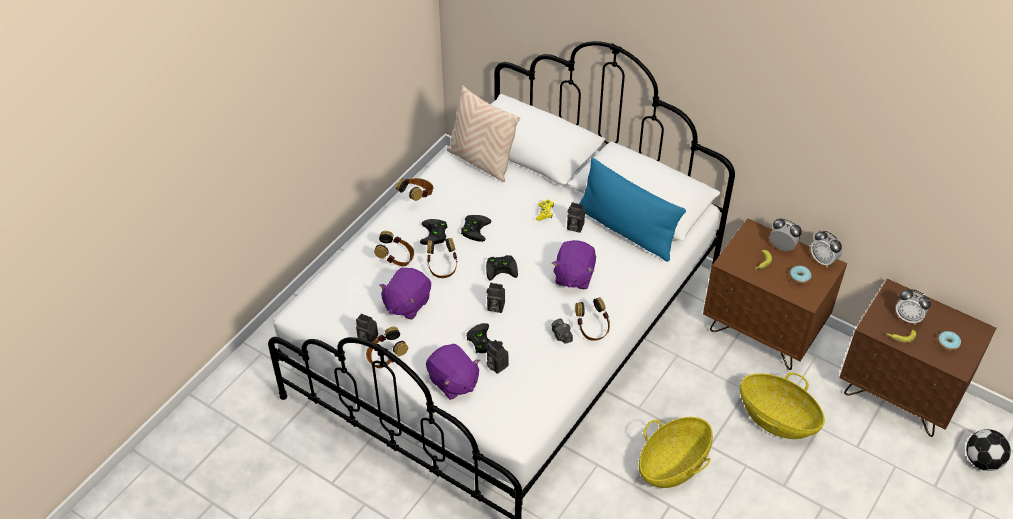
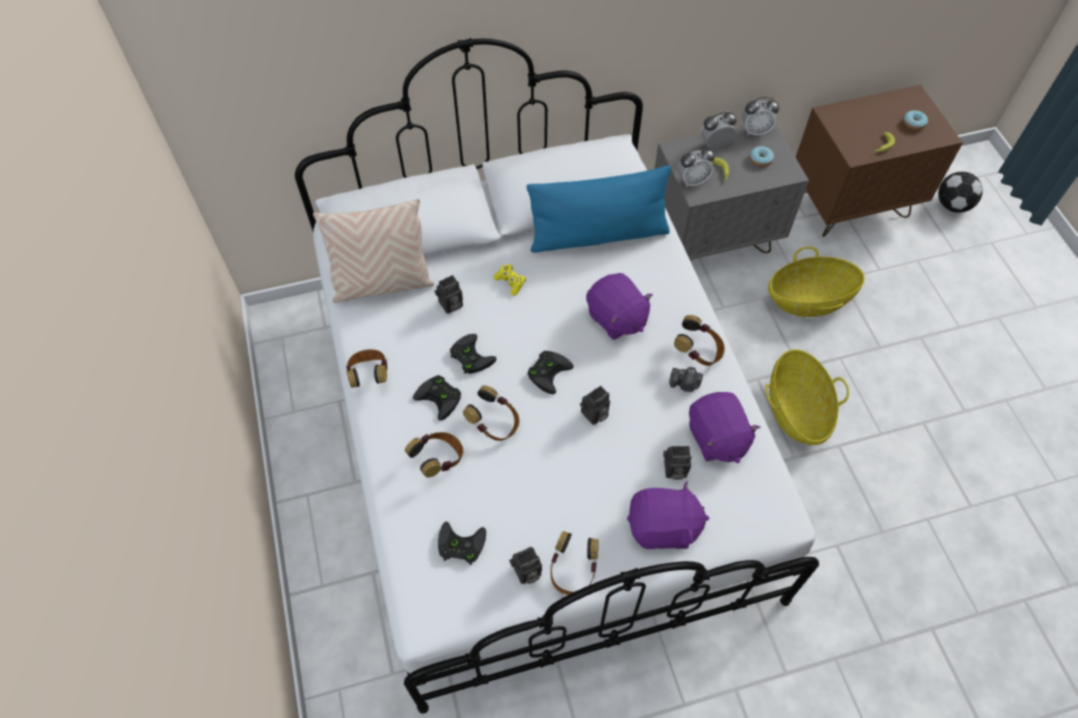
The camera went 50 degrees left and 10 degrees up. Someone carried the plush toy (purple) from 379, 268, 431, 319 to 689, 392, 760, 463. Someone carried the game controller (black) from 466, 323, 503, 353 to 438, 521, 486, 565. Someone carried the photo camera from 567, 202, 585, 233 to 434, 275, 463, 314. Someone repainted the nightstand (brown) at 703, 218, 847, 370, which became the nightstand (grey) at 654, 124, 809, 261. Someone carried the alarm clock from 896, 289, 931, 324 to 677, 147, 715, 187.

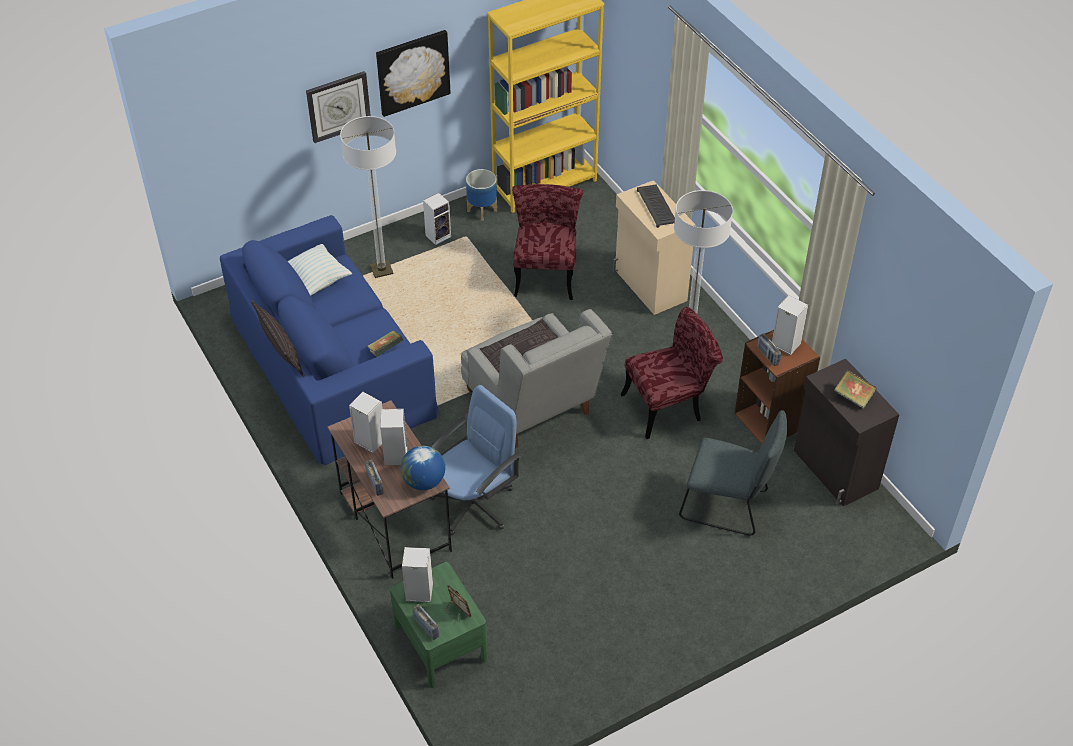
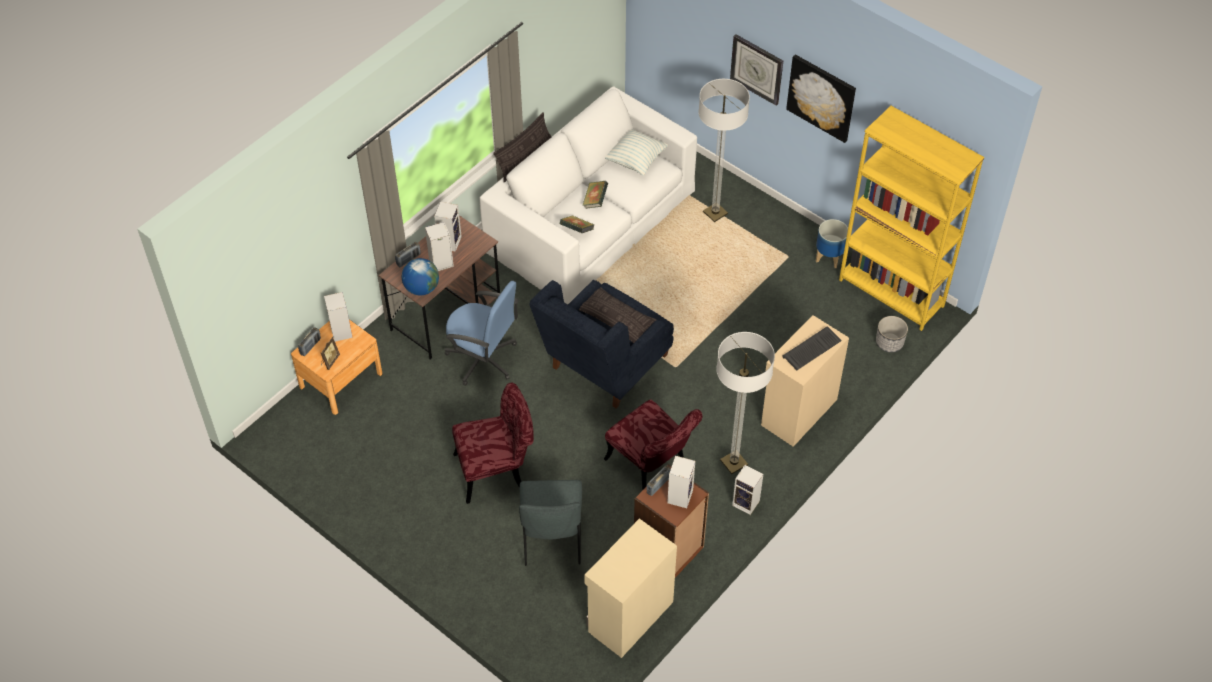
The camera went 70 degrees right and 5 degrees up. Someone repainted the sofa (blue) at 220, 215, 439, 466, which became the sofa (white) at 480, 86, 697, 304. Someone repainted the nightstand (green) at 390, 562, 488, 688, which became the nightstand (brown) at 291, 319, 383, 415. Someone carried the speaker from 423, 193, 451, 245 to 732, 465, 763, 515. Someone repainted the armchair (grey) at 461, 309, 612, 448, which became the armchair (blue) at 529, 280, 674, 408. Someone carried the chair (red) from 512, 184, 584, 300 to 452, 383, 534, 504. Someone repainted the cabinet (black) at 794, 359, 900, 506, which became the cabinet (beige) at 584, 518, 677, 658. Someone carried the book from 834, 370, 877, 409 to 583, 181, 608, 209. Someone put down the planter at 876, 316, 908, 352.

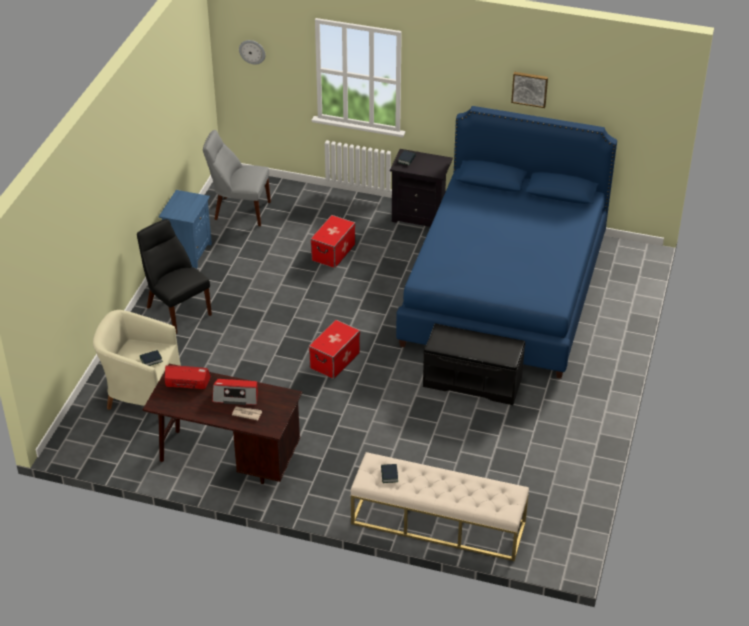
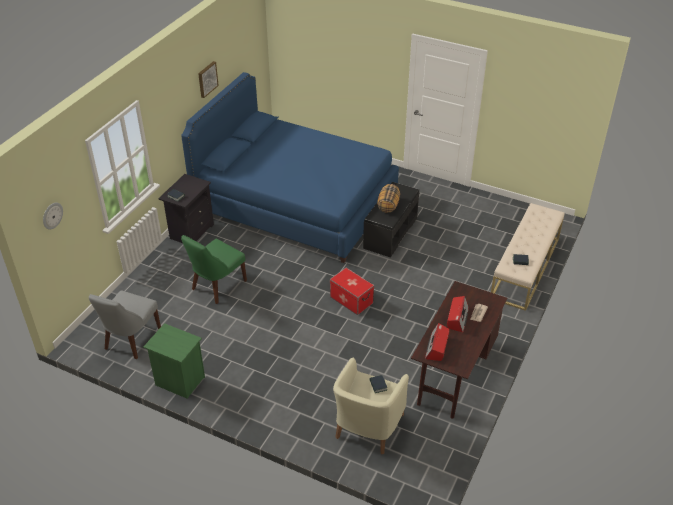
The camera went 80 degrees left and 0 degrees up. Someone took away the chair (black) at 137, 219, 212, 334. Someone repainted the nightstand (blue) at 159, 190, 212, 269, which became the nightstand (green) at 143, 323, 205, 398. Someone swapped the storage box at 310, 215, 355, 268 for the chair (green) at 181, 235, 247, 304. Someone put down the pillow at 377, 184, 400, 213.

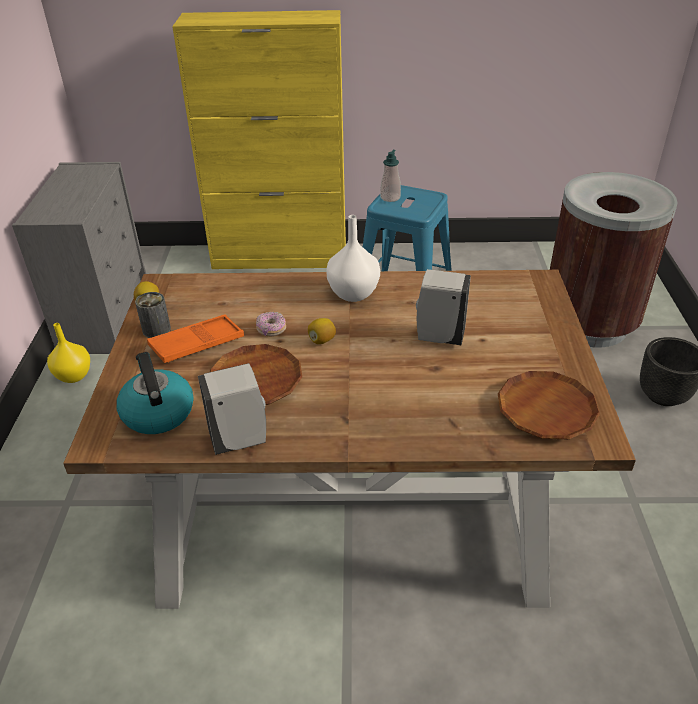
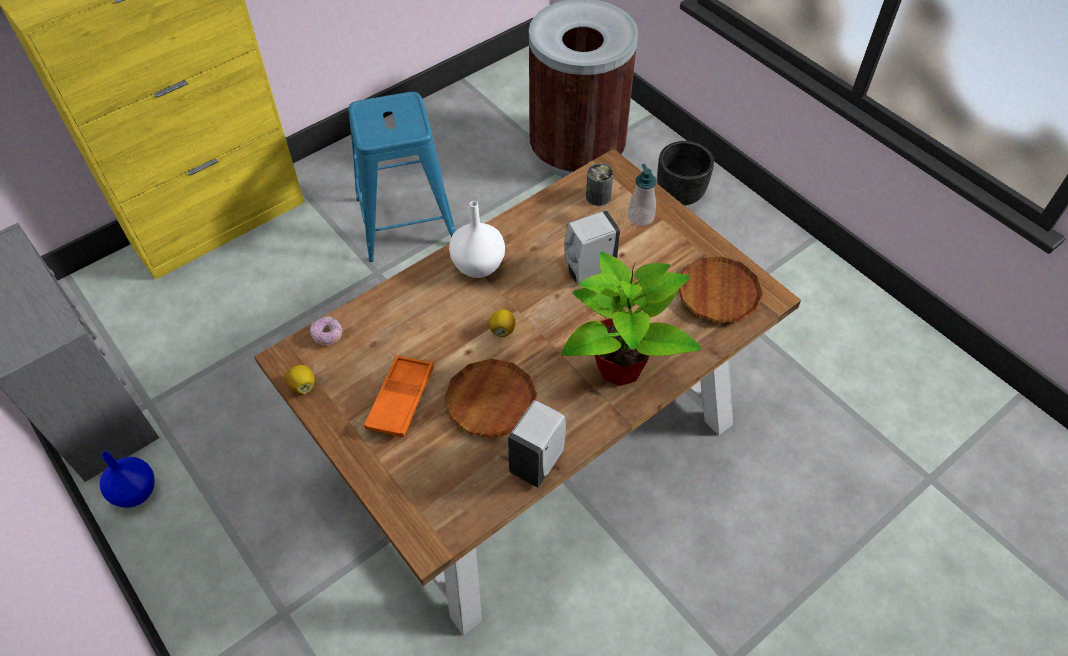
The camera went 40 degrees left and 15 degrees up. Someone repainted the vase (yellow) at 47, 323, 90, 383, which became the vase (blue) at 99, 451, 155, 508. Someone took away the kettle at 116, 352, 194, 434. Someone carried the can from 135, 292, 171, 338 to 586, 163, 613, 206. Someone carried the donut from 256, 312, 286, 336 to 310, 316, 342, 346. Someone carried the soap dispenser from 380, 150, 401, 202 to 628, 164, 657, 226. Someone put down the potted plant at 561, 252, 702, 386.

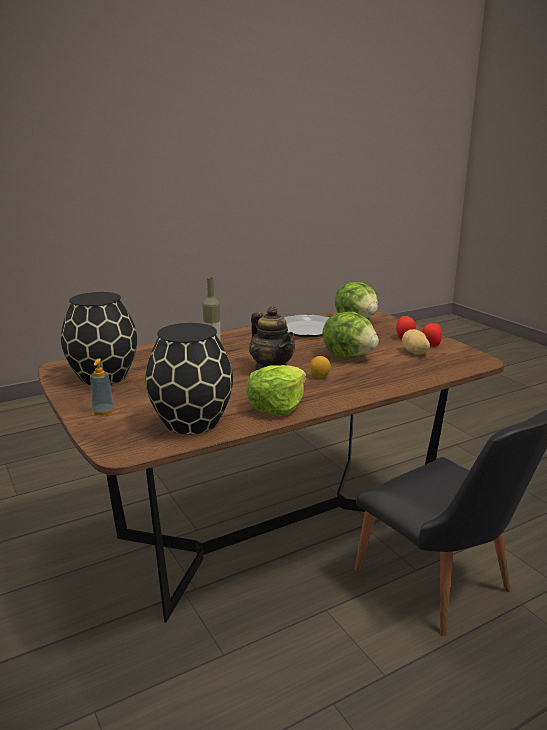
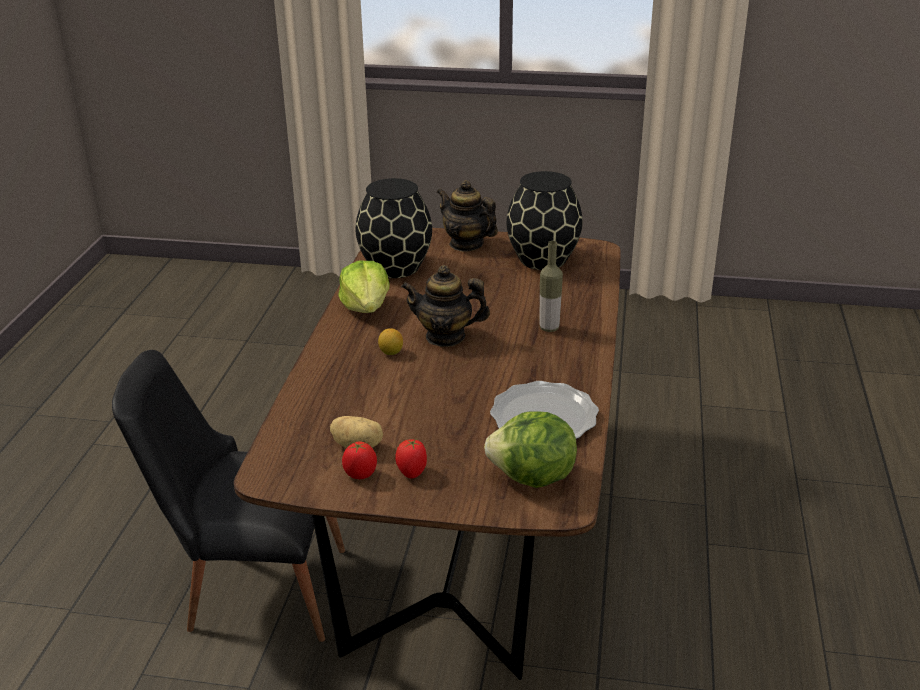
The camera went 130 degrees right and 10 degrees up. Someone swapped the soap dispenser at 90, 358, 114, 415 for the teapot at 437, 180, 498, 252. Someone took away the lettuce at 322, 312, 379, 358.

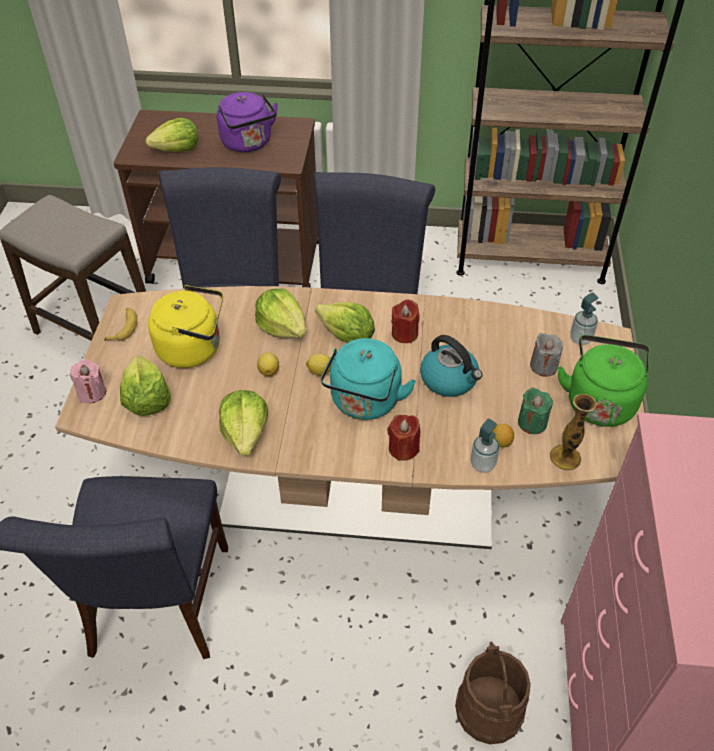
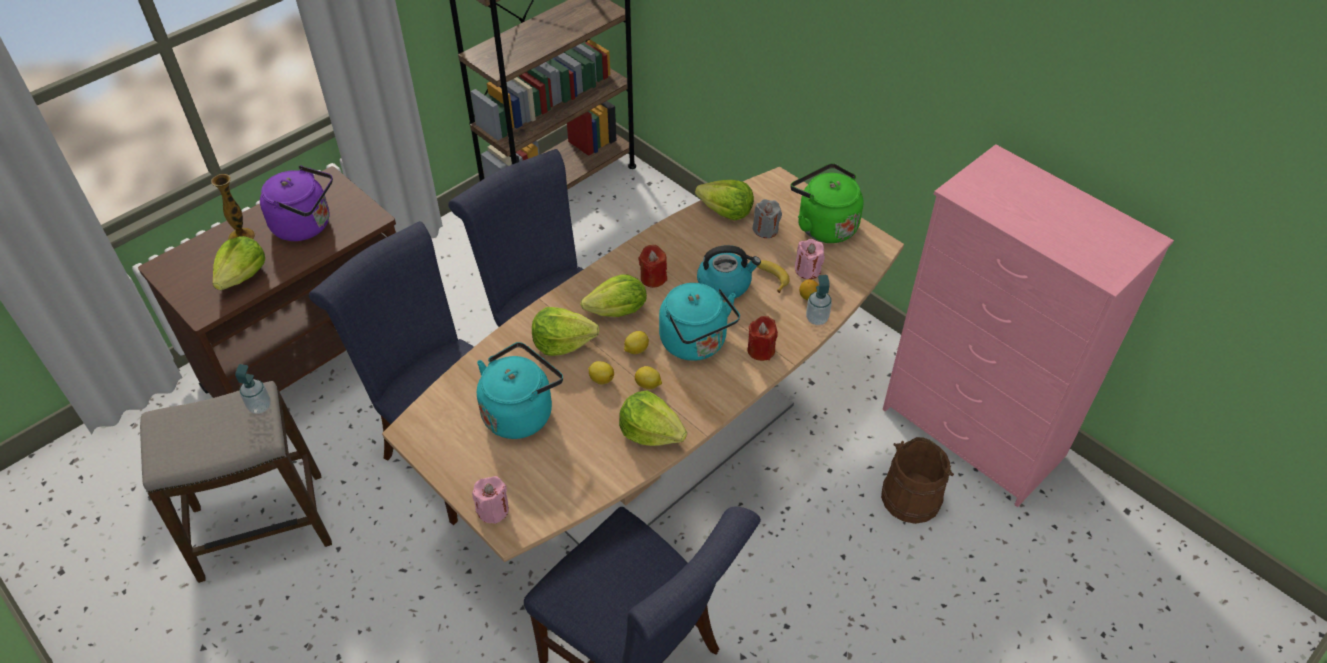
The camera went 50 degrees left and 0 degrees up. Someone carried the banana from 104, 308, 137, 341 to 757, 260, 790, 293. Someone carried the lettuce from 120, 356, 171, 416 to 695, 180, 754, 221. Someone repainted the kettle (yellow) at 148, 285, 223, 368, which became the kettle (turquoise) at 477, 342, 563, 439. Someone repainted the candle (green) at 518, 388, 553, 434, which became the candle (pink) at 795, 239, 825, 279. Someone carried the vase from 550, 394, 597, 471 to 211, 174, 255, 240. Someone carried the soap dispenser from 570, 292, 598, 345 to 235, 364, 271, 414. Someone put down the lemon at 635, 366, 662, 389.

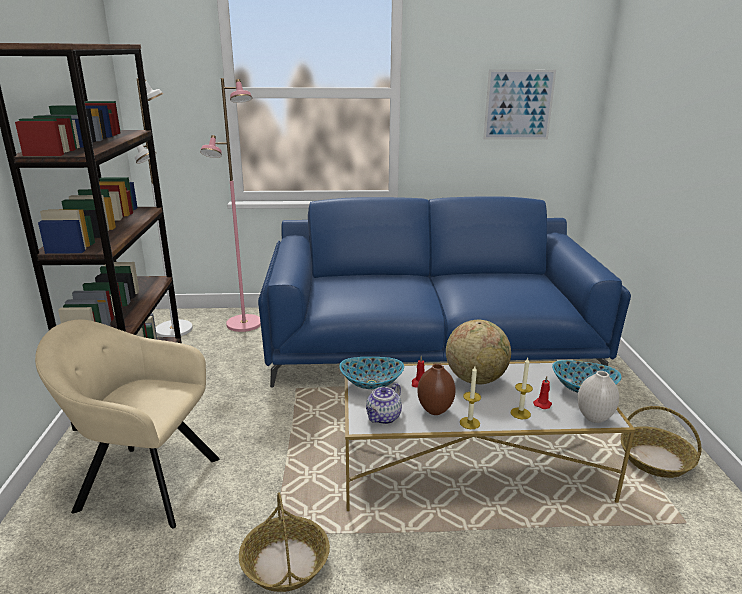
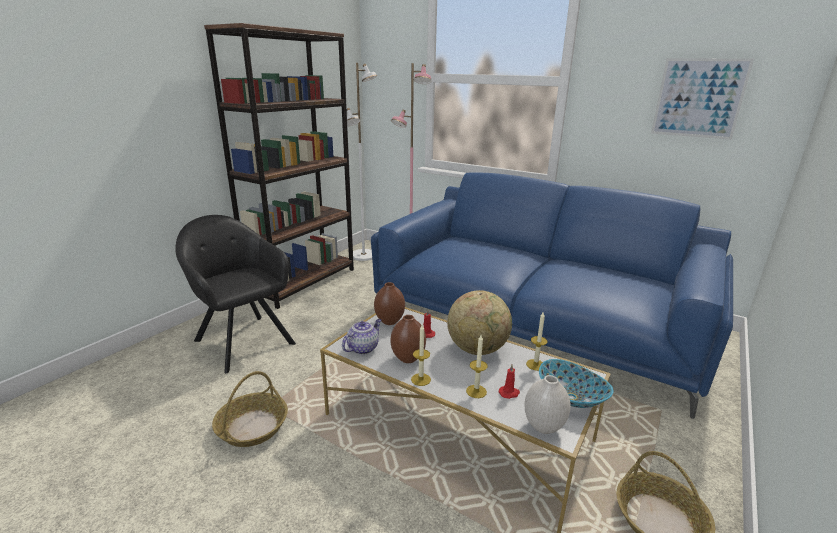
The camera went 35 degrees right and 0 degrees up. Someone repainted the armchair (beige) at 35, 319, 220, 528, which became the armchair (black) at 175, 215, 296, 373. Someone swapped the bowl at 339, 357, 404, 389 for the vase (brown) at 374, 282, 405, 325. Someone rotated the teapot at 366, 383, 402, 424 by 150 degrees clockwise. Someone put down the candle at 526, 312, 548, 371.

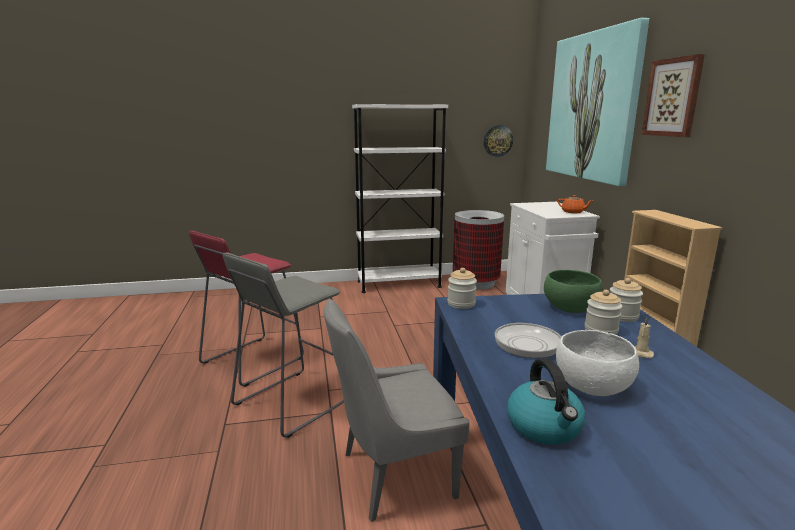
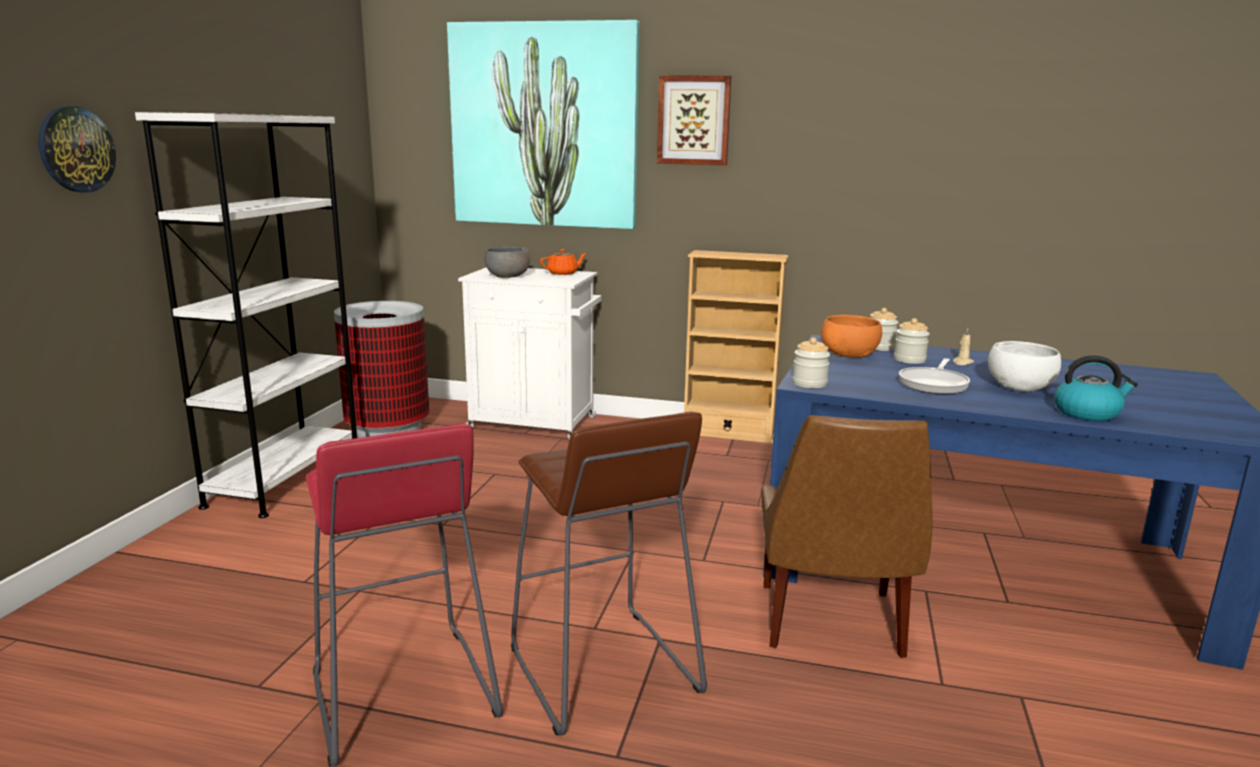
The camera went 65 degrees left and 0 degrees up. Someone repainted the stool (grey) at 223, 252, 344, 438, which became the stool (brown) at 511, 411, 707, 736. Someone repainted the chair (grey) at 324, 299, 470, 522, which became the chair (brown) at 761, 415, 933, 658. Someone carried the wall clock from 484, 125, 513, 157 to 38, 106, 116, 193. Someone repainted the bowl (green) at 544, 270, 602, 313, which became the bowl (orange) at 821, 315, 882, 358. Someone put down the bowl (grey) at 484, 247, 530, 278.

